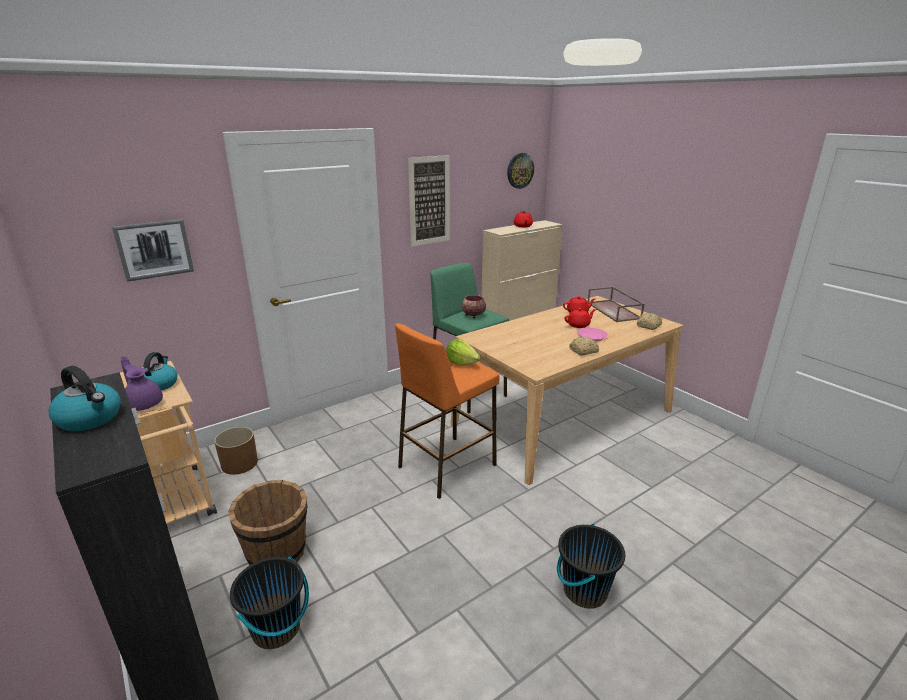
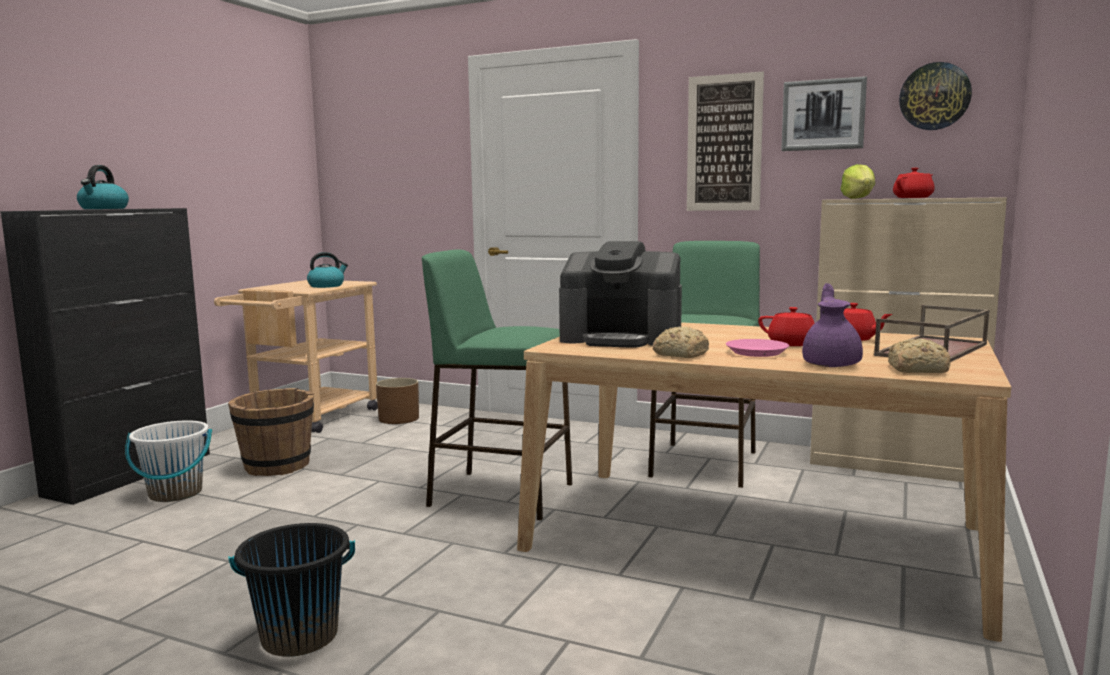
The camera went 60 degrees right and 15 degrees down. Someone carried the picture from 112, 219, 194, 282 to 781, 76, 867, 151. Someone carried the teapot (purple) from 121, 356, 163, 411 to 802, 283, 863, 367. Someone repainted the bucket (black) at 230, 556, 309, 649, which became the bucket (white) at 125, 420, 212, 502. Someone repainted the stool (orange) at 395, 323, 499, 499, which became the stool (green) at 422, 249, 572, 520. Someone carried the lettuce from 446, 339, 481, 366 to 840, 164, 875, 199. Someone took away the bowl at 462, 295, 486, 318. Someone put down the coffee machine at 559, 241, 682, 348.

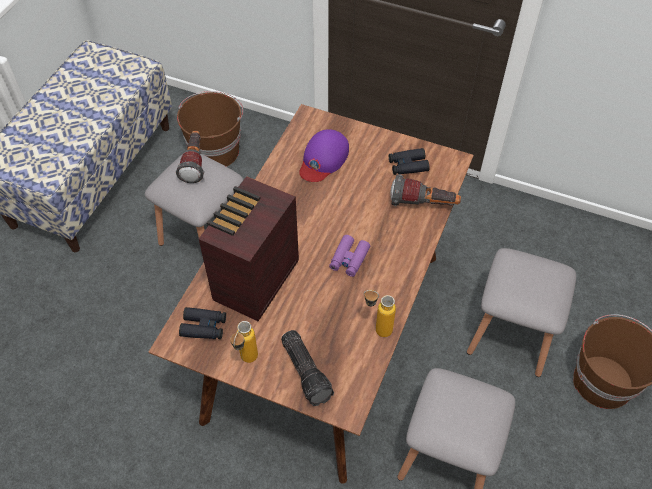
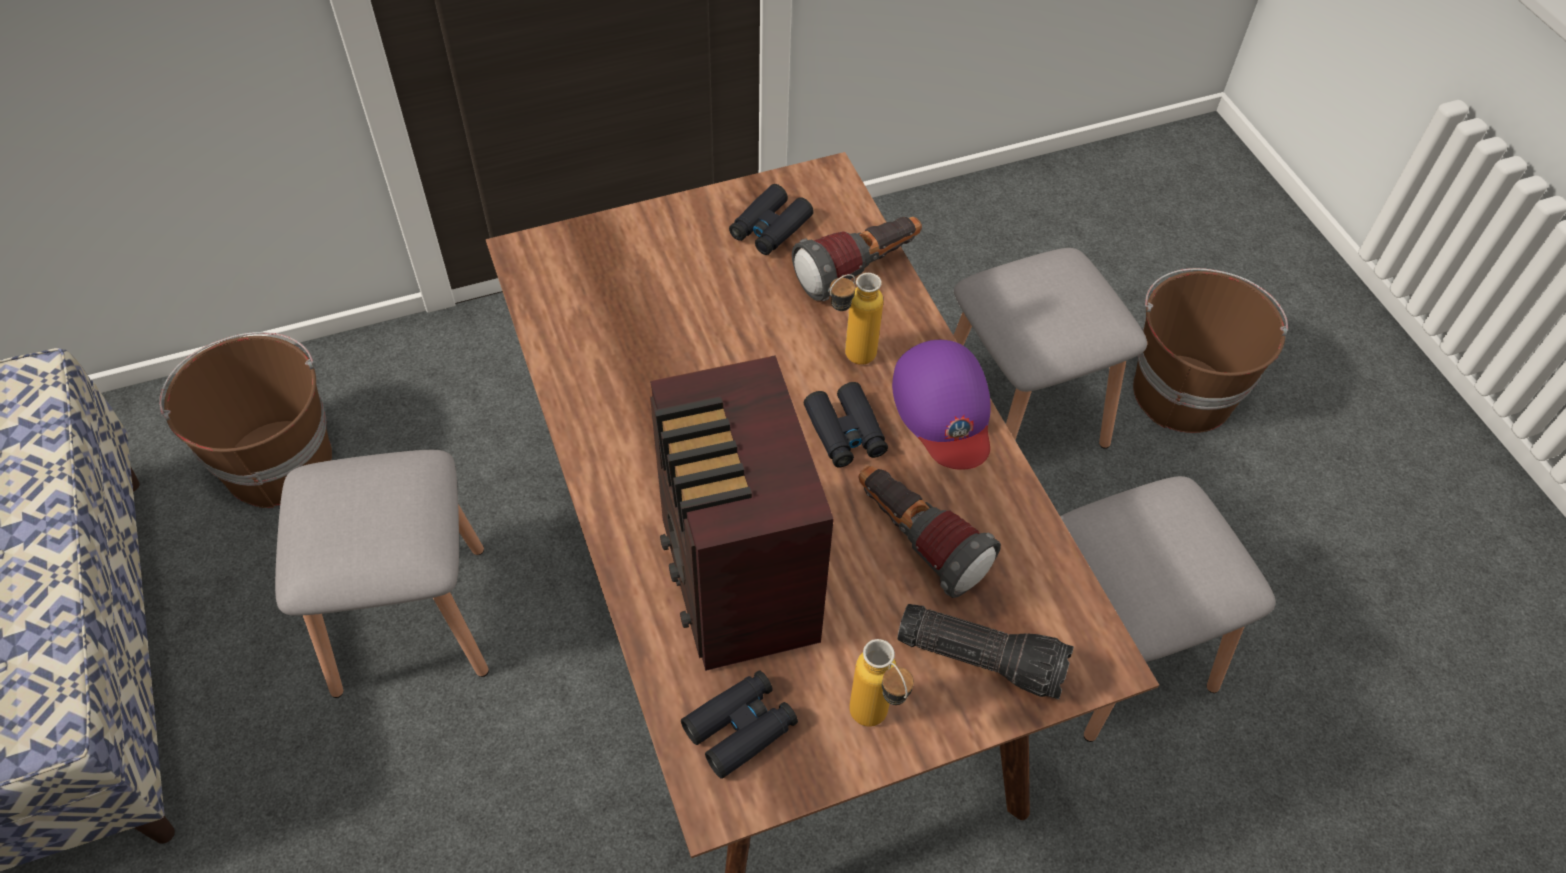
The camera went 45 degrees left and 0 degrees up. Someone carried the flashlight from 176, 131, 204, 183 to 859, 465, 1001, 598. Someone carried the cap (purple) from 299, 129, 349, 182 to 892, 340, 991, 470. Someone repainted the binoculars (purple) at 329, 235, 370, 277, which became the binoculars (black) at 804, 382, 888, 467. Someone carried the bottle from 364, 290, 396, 337 to 830, 273, 883, 365.

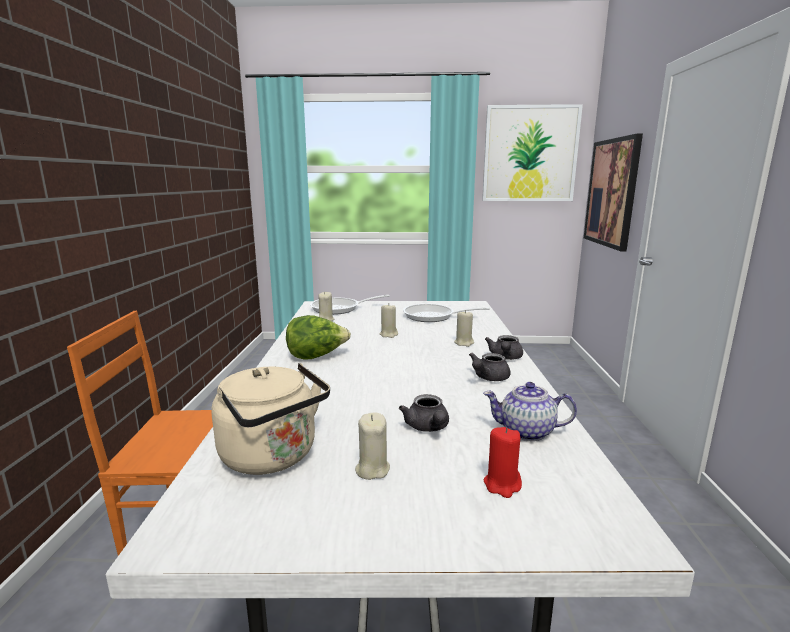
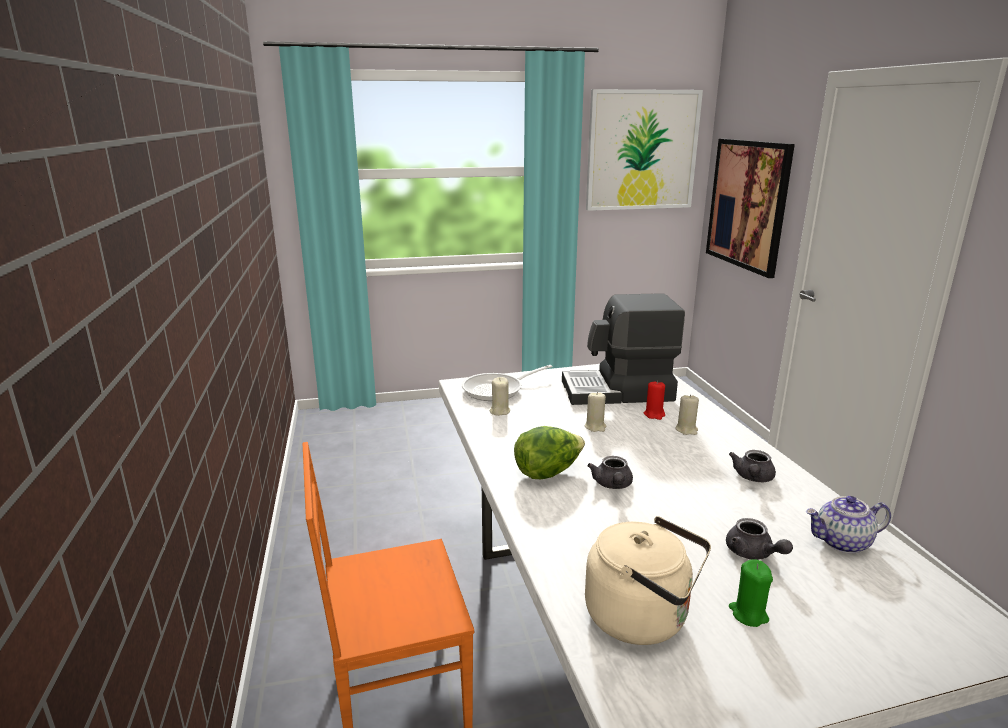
The camera went 15 degrees left and 5 degrees up. Someone repainted the candle (beige) at 355, 413, 390, 480, which became the candle (green) at 729, 559, 773, 627. Someone swapped the frying pan at 403, 304, 490, 322 for the coffee machine at 562, 293, 685, 405. Someone carried the candle (red) from 484, 427, 522, 498 to 644, 381, 665, 420. Someone carried the teapot (grey) from 485, 335, 523, 360 to 587, 456, 633, 489.

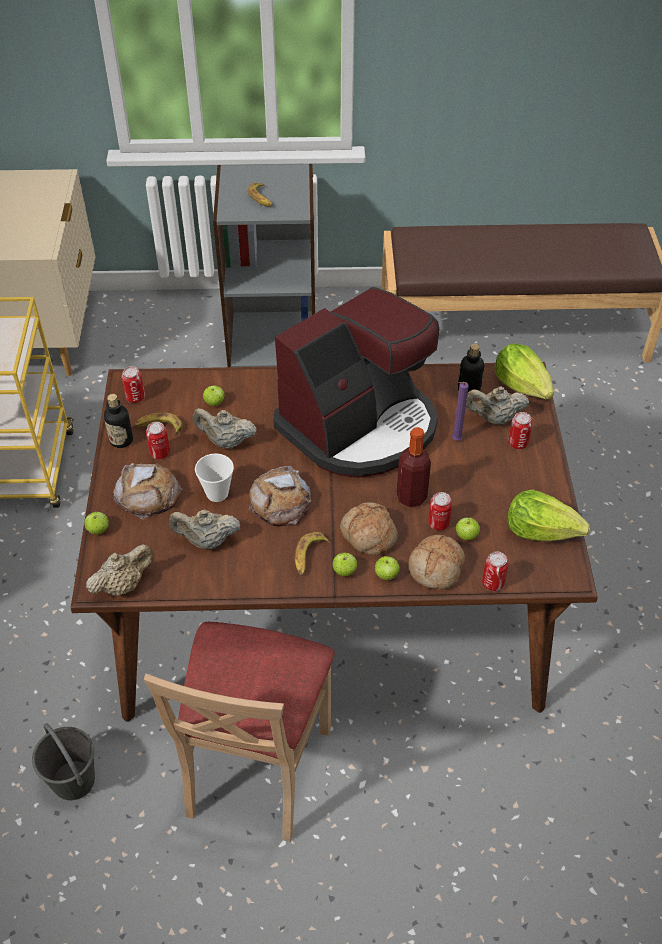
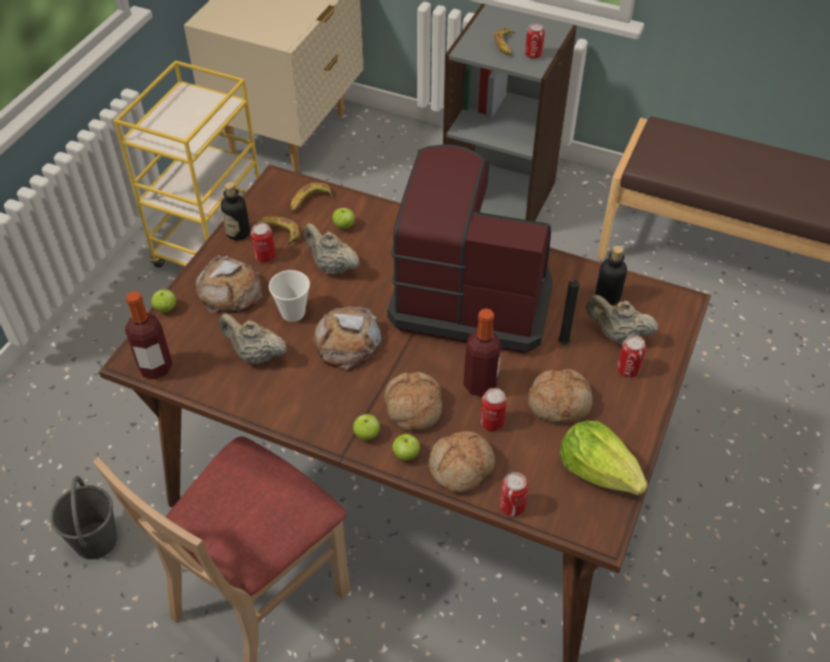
The camera went 25 degrees right and 0 degrees up. Someone swapped the teapot (beige) at 86, 544, 154, 596 for the bottle at 125, 291, 173, 380. Someone carried the can from 122, 366, 145, 403 to 525, 23, 545, 59. Someone rotated the coffee machine at 274, 287, 439, 478 by 150 degrees counterclockwise. Someone carried the banana from 295, 532, 330, 576 to 291, 182, 333, 212. Someone repainted the candle (purple) at 452, 382, 469, 441, which became the candle (black) at 558, 278, 579, 345. Someone took away the apple at 456, 517, 480, 540. Someone took away the lettuce at 494, 343, 554, 400. Someone put down the bread at 528, 368, 593, 423.

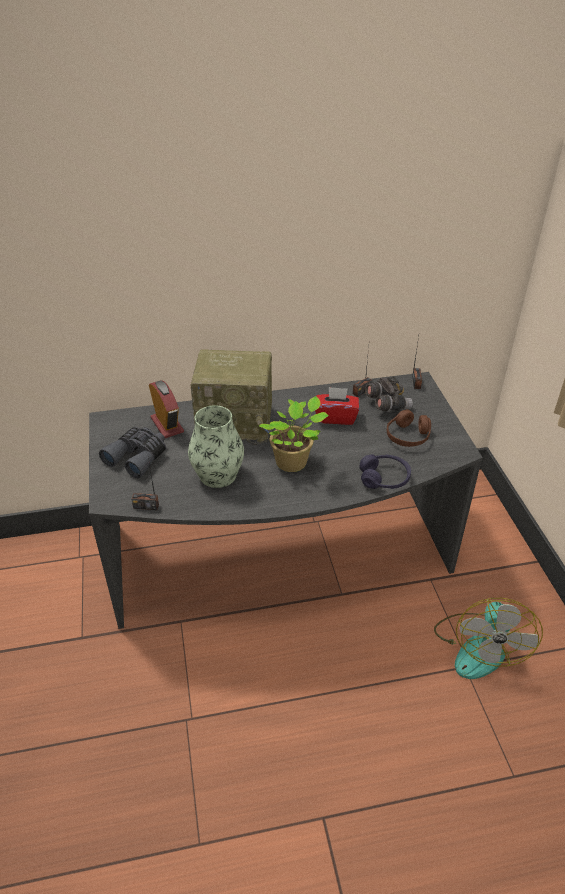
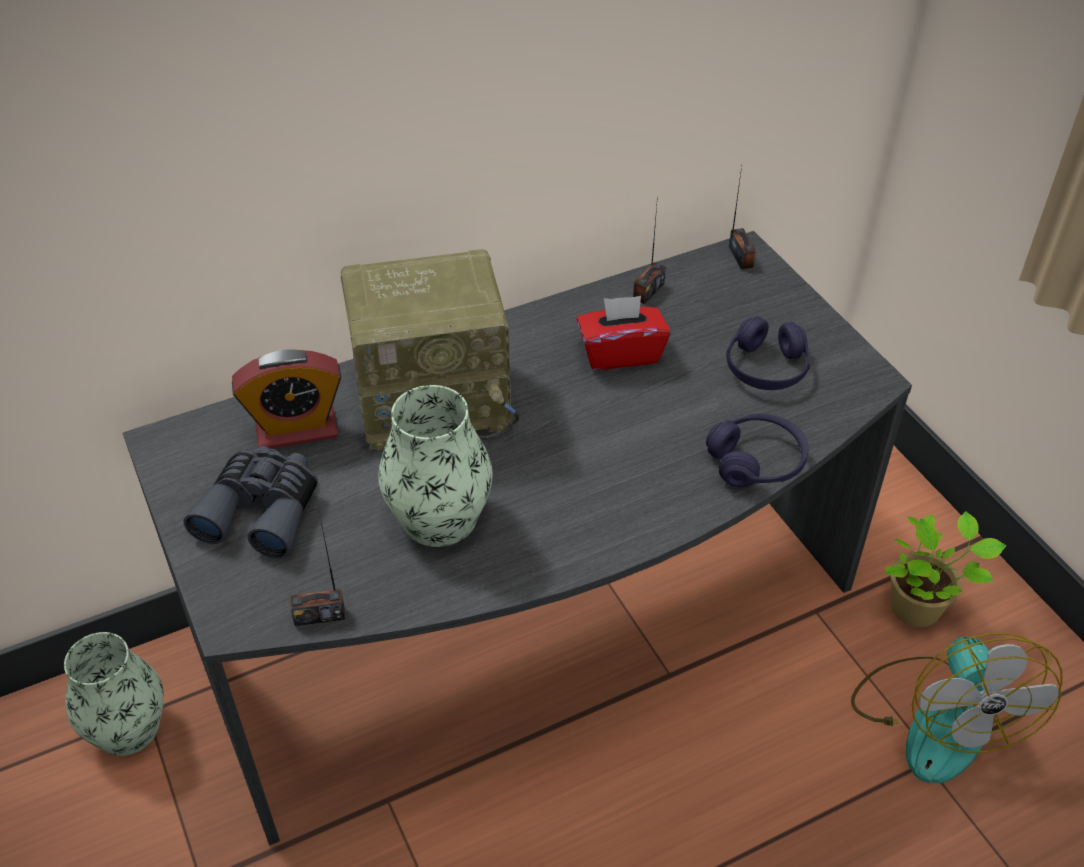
The camera went 15 degrees left and 5 degrees up. Someone rotated the alarm clock at 149, 380, 184, 438 by 120 degrees clockwise. Someone carried the potted plant from 259, 396, 329, 472 to 885, 511, 1006, 627. Someone took away the binoculars (grey) at 365, 376, 413, 411. Someone repainted the headphones (brown) at 387, 409, 431, 447, which became the headphones (purple) at 726, 316, 810, 390. Someone put down the vase at 64, 632, 164, 756.

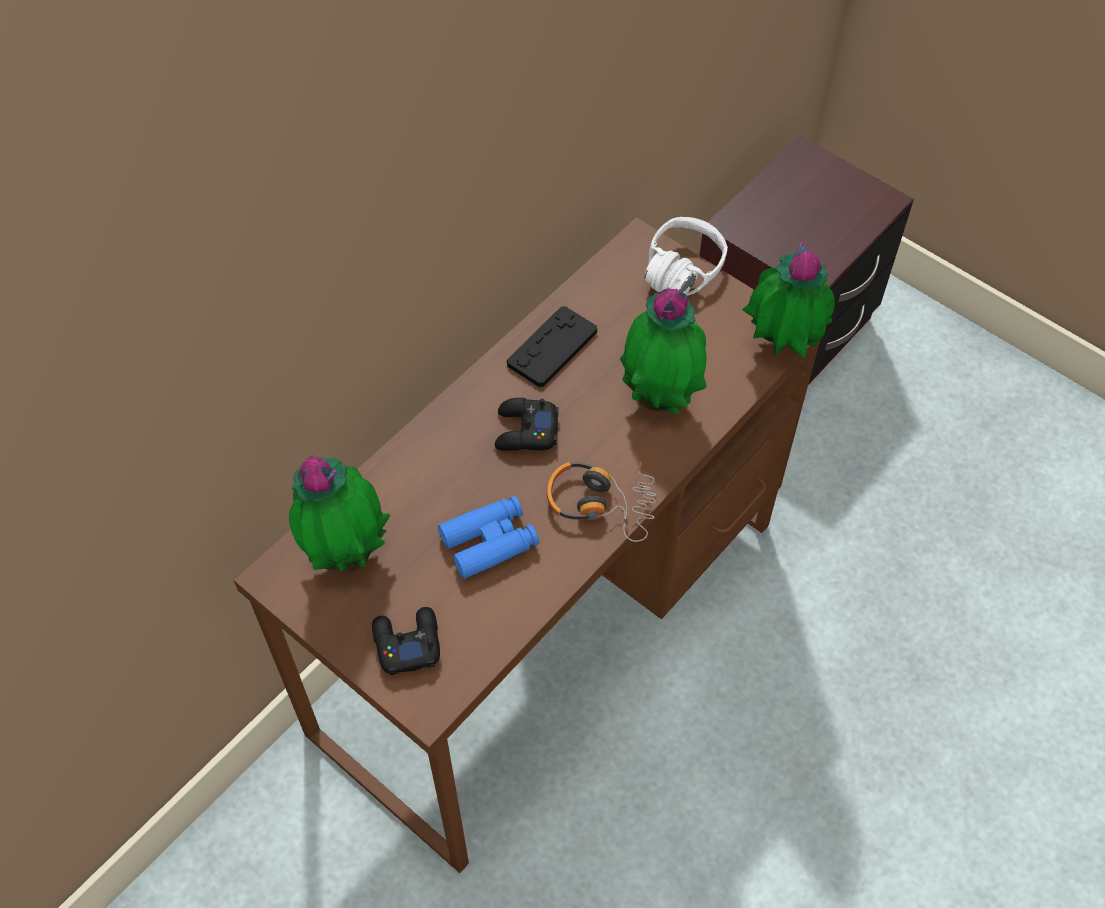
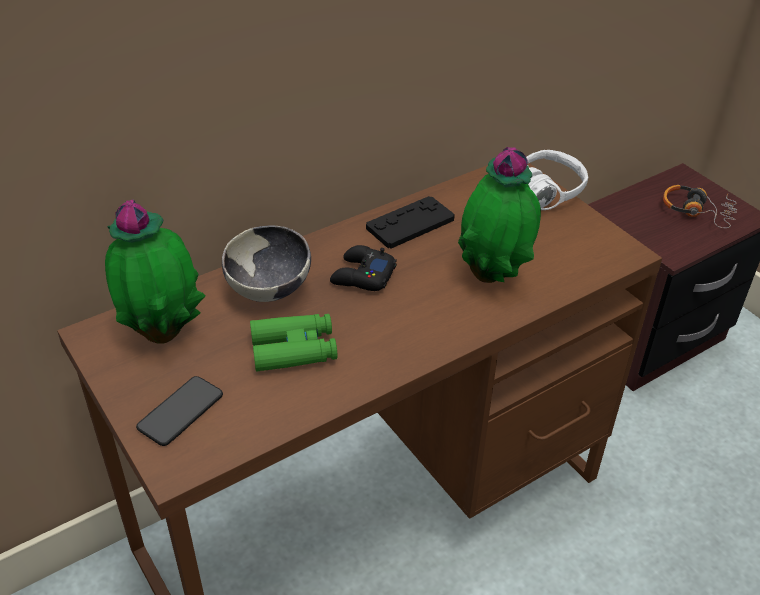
The camera went 15 degrees right and 15 degrees down. Someone swapped the game controller (black) at 372, 607, 440, 675 for the phone at 136, 376, 223, 446. Someone repainted the binoculars (blue) at 438, 496, 539, 579, which became the binoculars (green) at 250, 314, 337, 371. Someone carried the headphones from 547, 462, 656, 542 to 663, 185, 737, 228. Someone took away the potted plant at 742, 241, 835, 357. Someone put down the bowl at 222, 225, 311, 302.

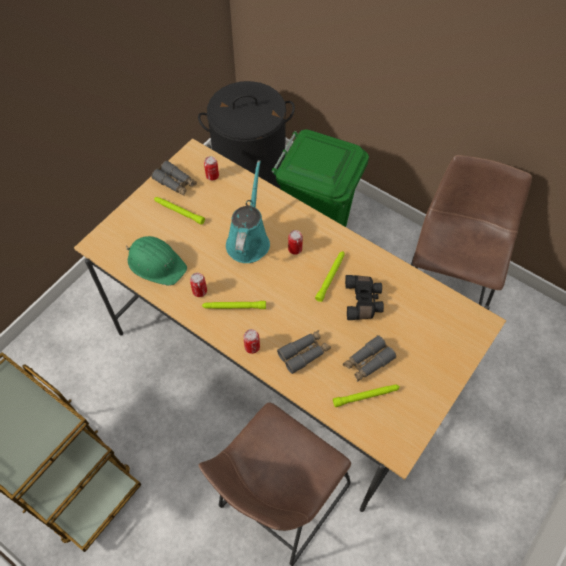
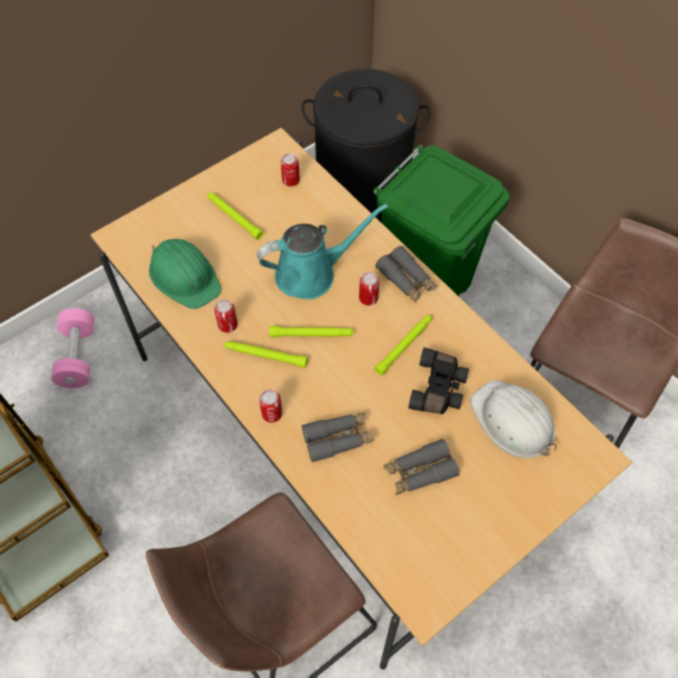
The camera went 15 degrees right and 0 degrees up. Someone carried the binoculars (grey) from 152, 161, 197, 196 to 375, 246, 437, 303. Someone rotated the watering can (turquoise) at 226, 160, 270, 263 by 45 degrees clockwise. Someone carried the flashlight (green) from 333, 384, 400, 407 to 269, 326, 354, 337. Someone put down the dumbbell (pink) at 51, 308, 94, 388. Someone put down the hard hat (white) at 470, 380, 557, 458.

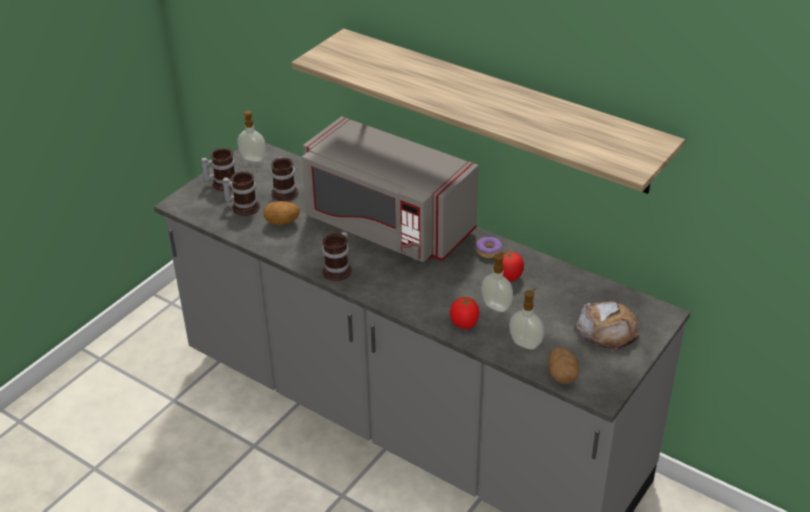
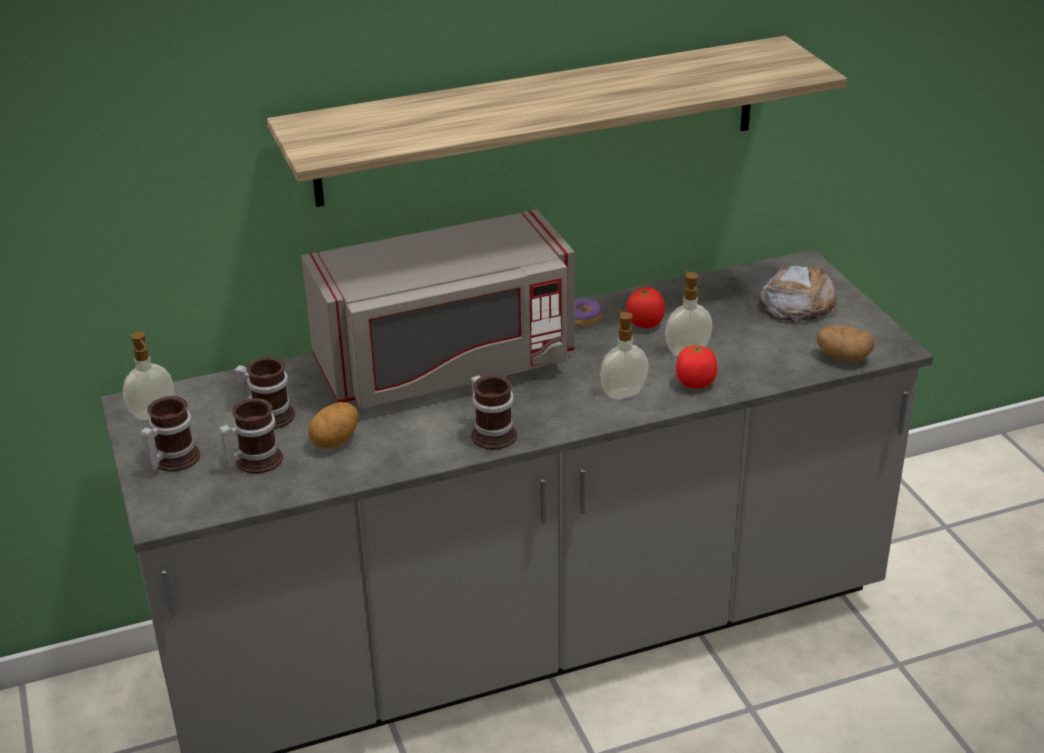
The camera went 55 degrees left and 5 degrees down. Someone carried the soap dispenser from 509, 288, 544, 350 to 600, 310, 649, 399.

